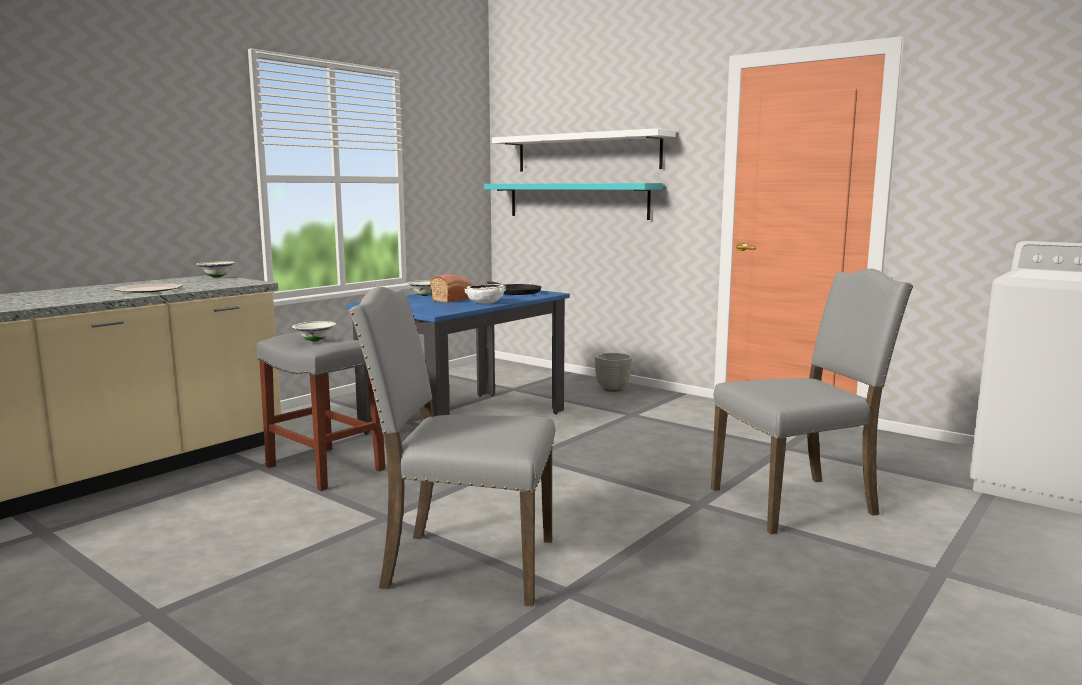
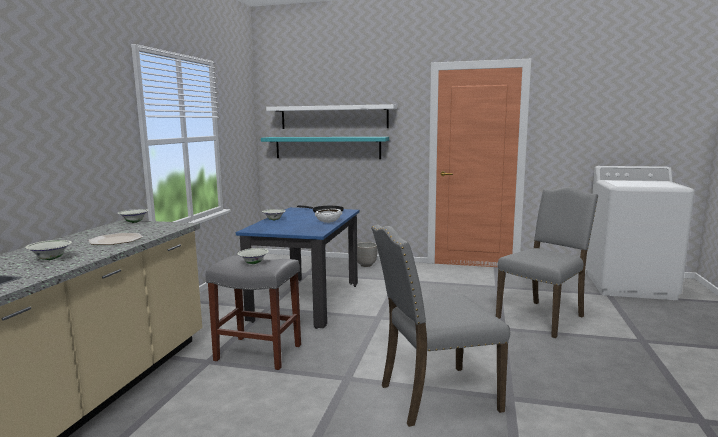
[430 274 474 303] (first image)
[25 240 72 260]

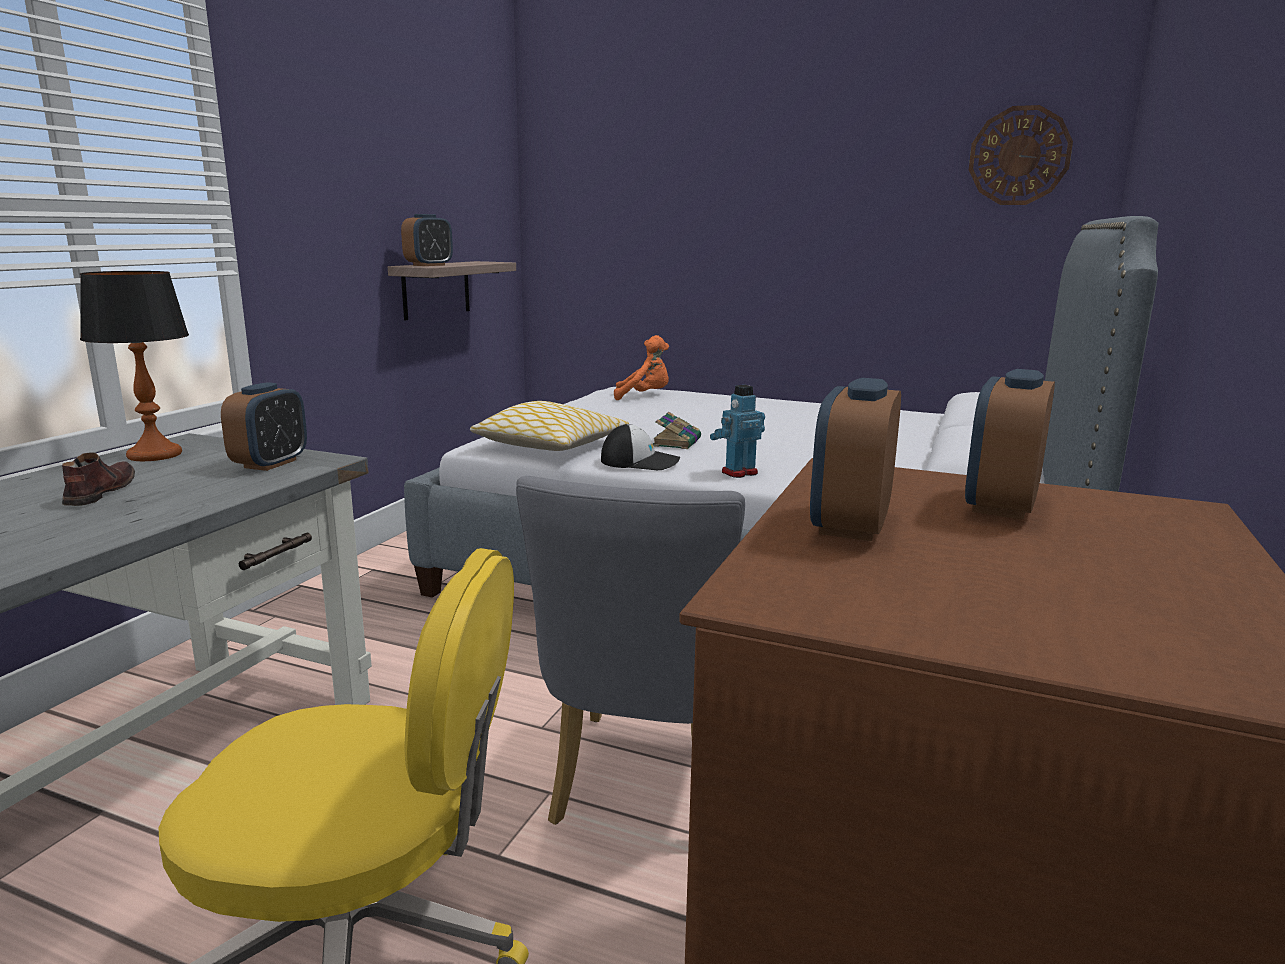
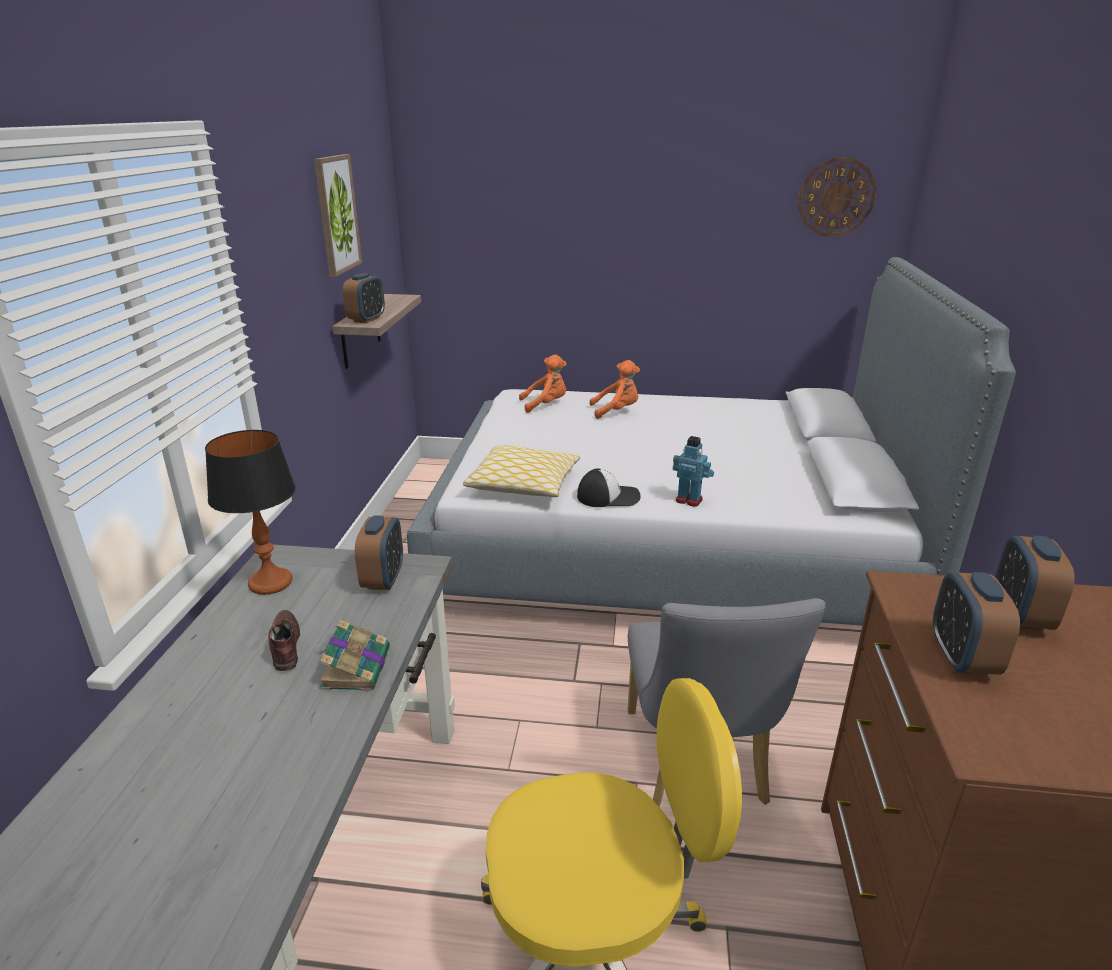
[319 620 390 691]
[673 436 714 507]
[314 154 362 277]
[589 360 640 419]

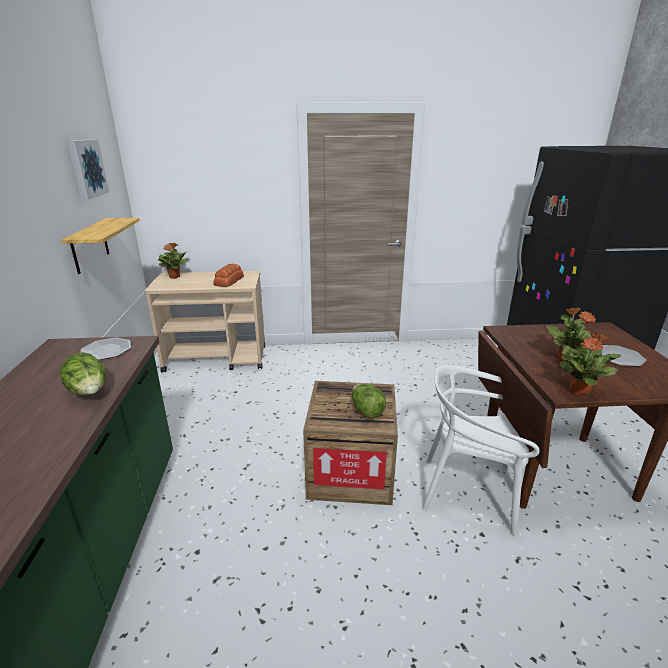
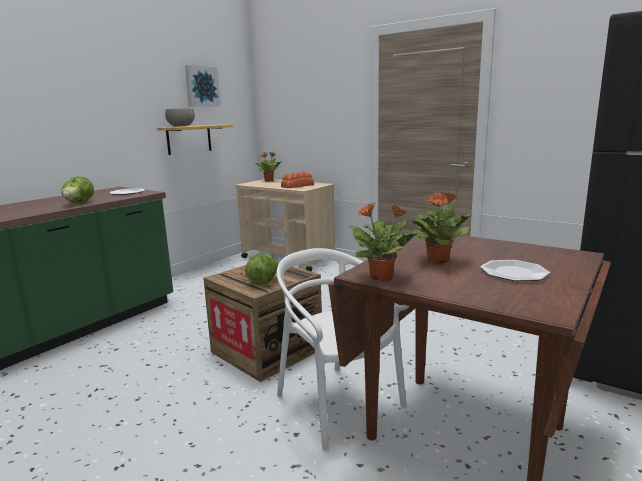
[165 108 195 127]

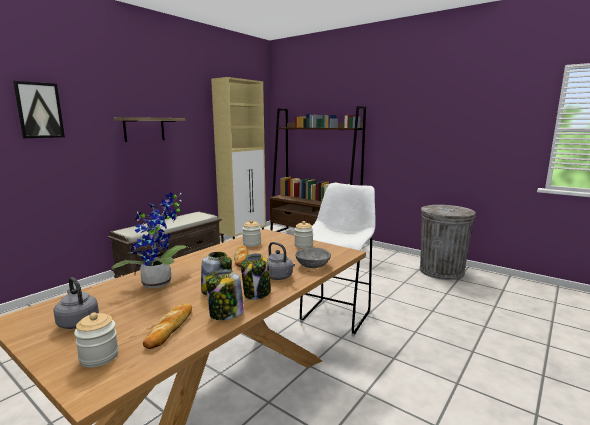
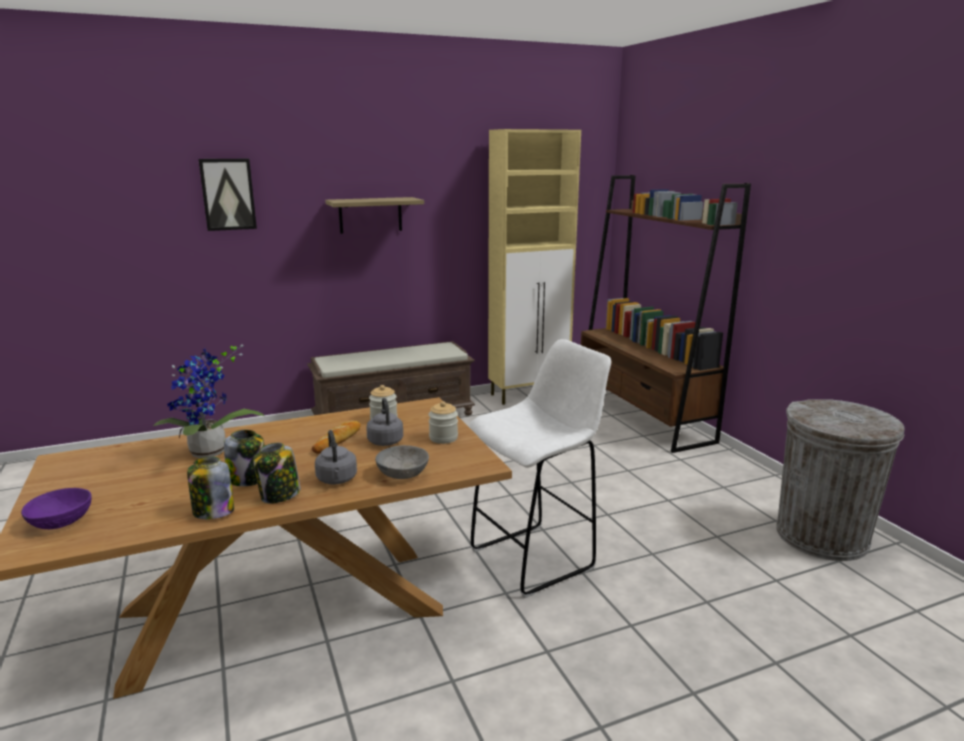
[366 398 403 446]
[21 488 92 529]
[143 303 192 349] (first image)

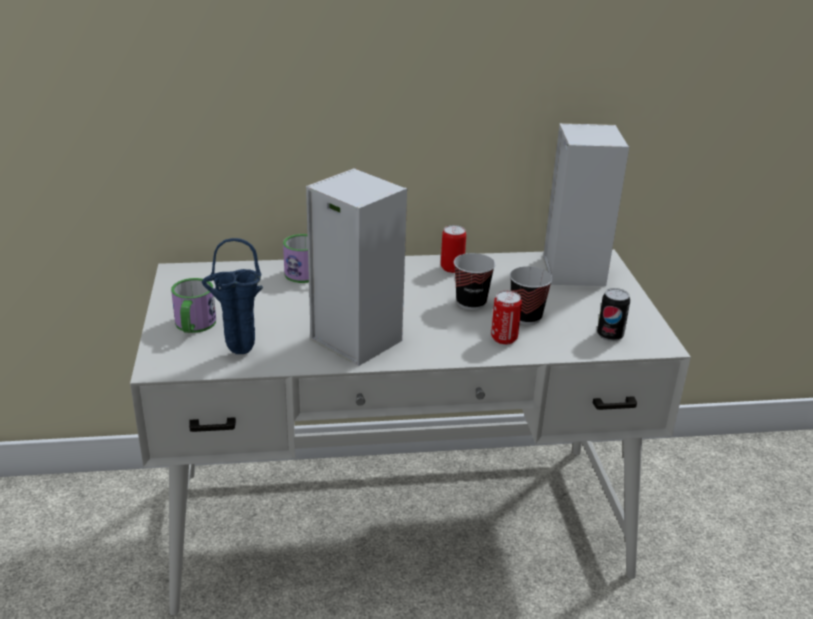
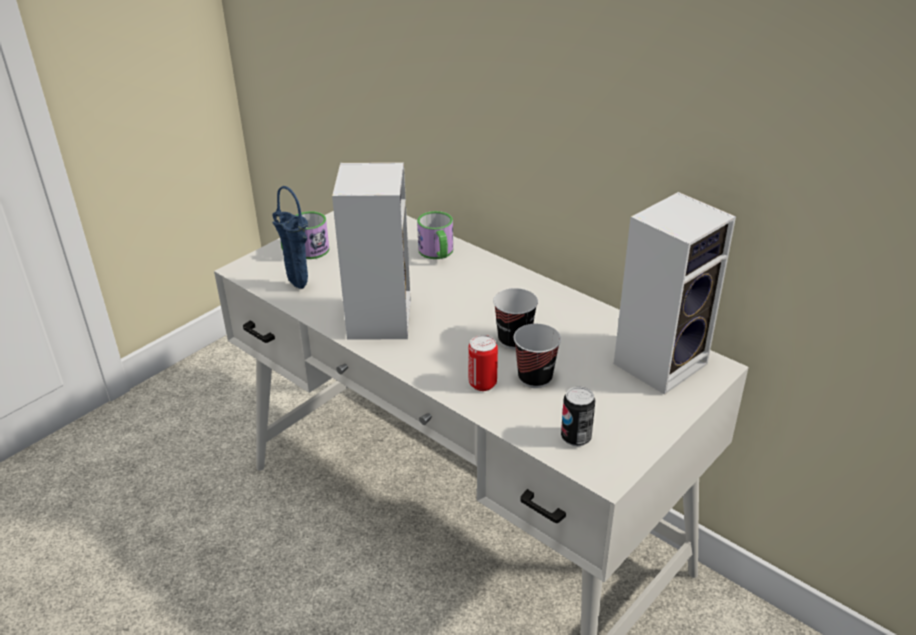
[441 225 466 273] (first image)

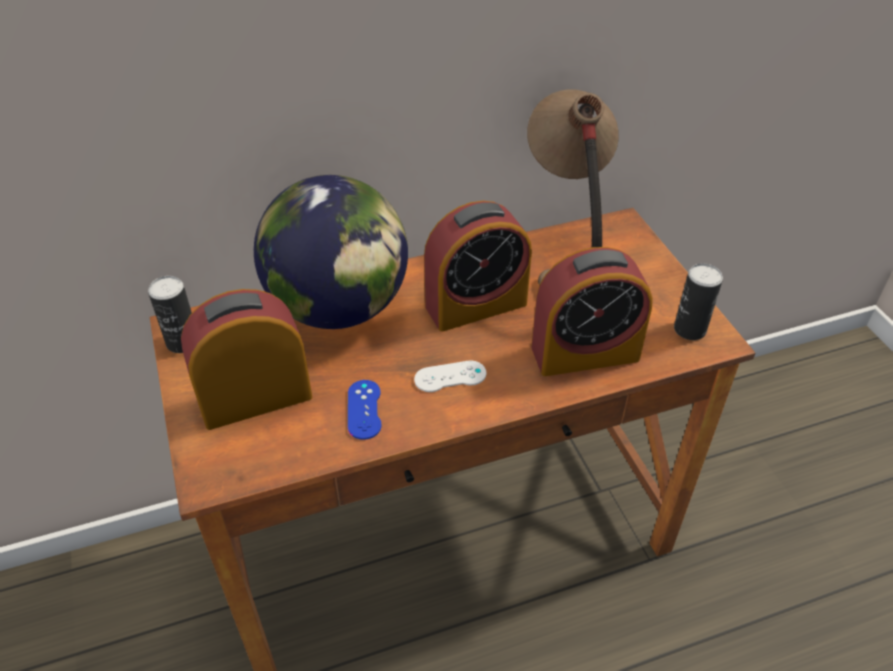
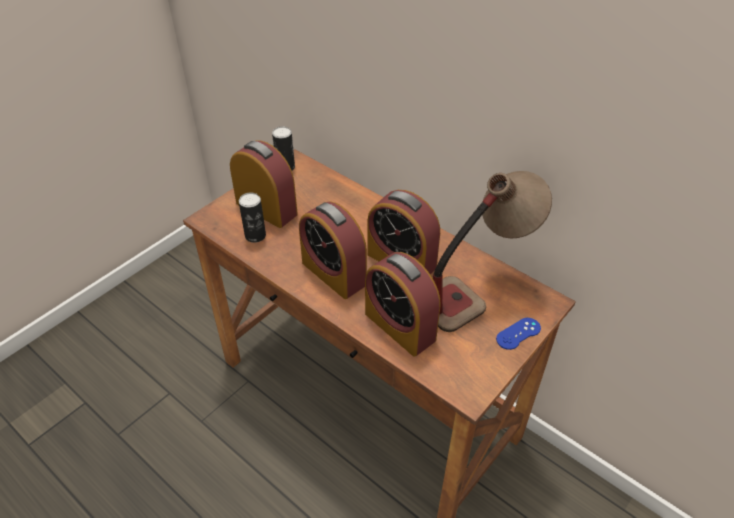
[254 175 408 329] (first image)
[496 318 541 350]
[299 201 367 299]
[239 192 266 243]

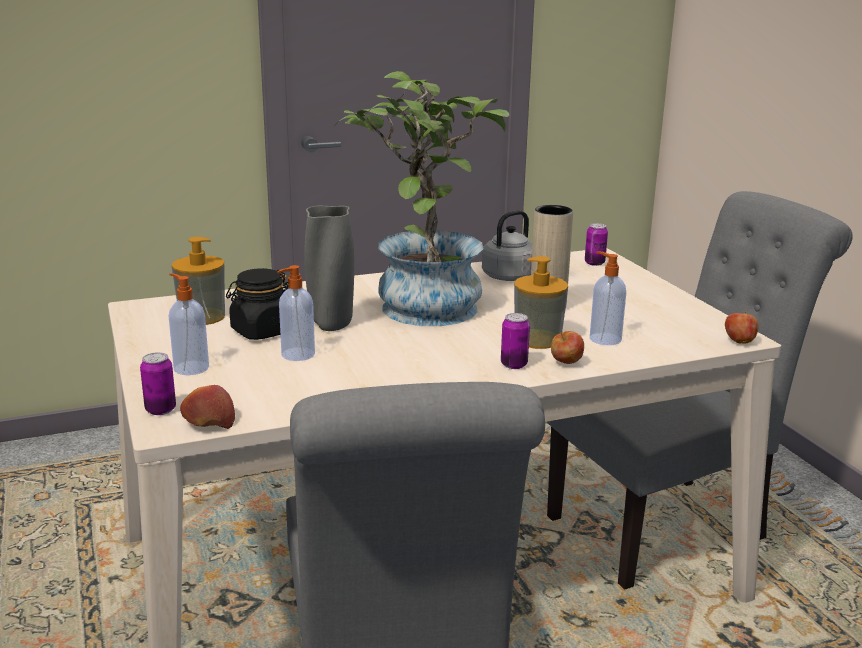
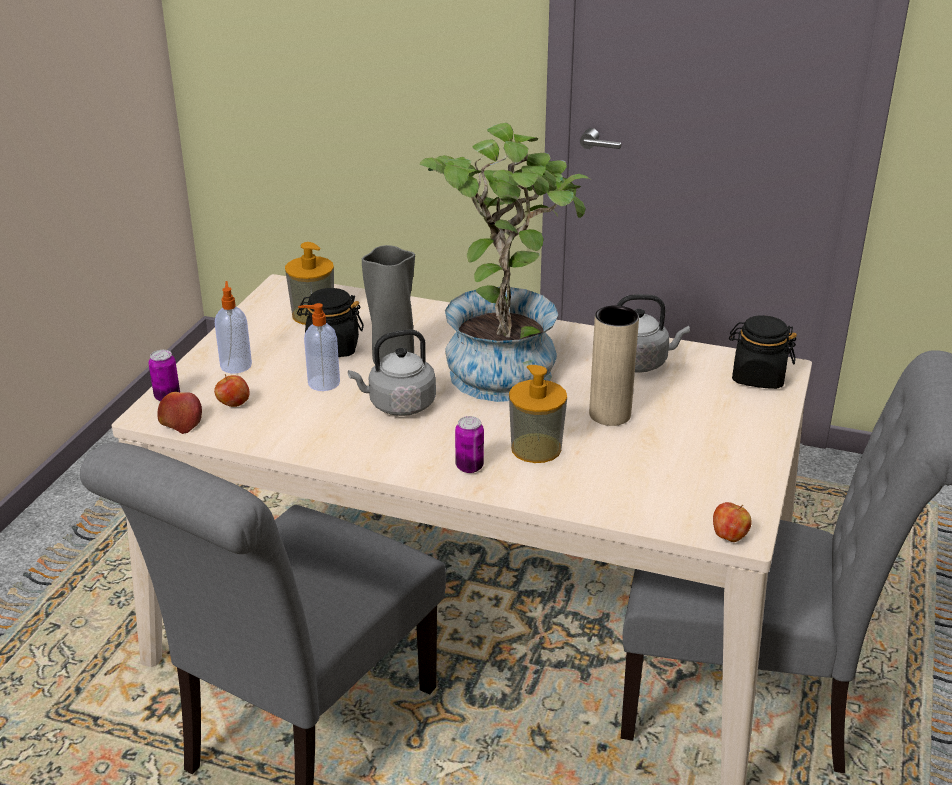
[214 374 250 407]
[729 315 797 389]
[590 251 626 345] (first image)
[348 330 436 416]

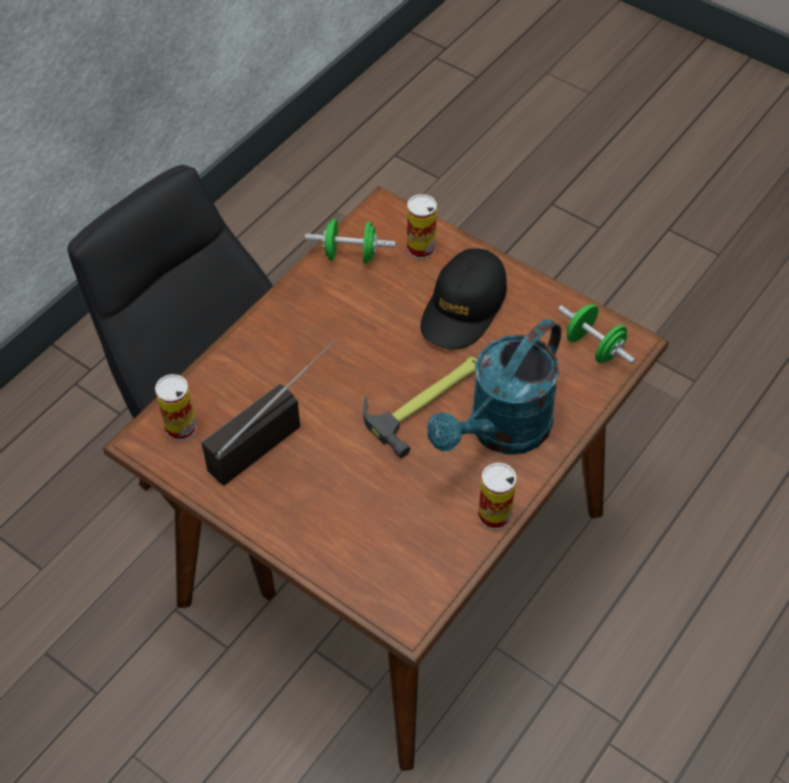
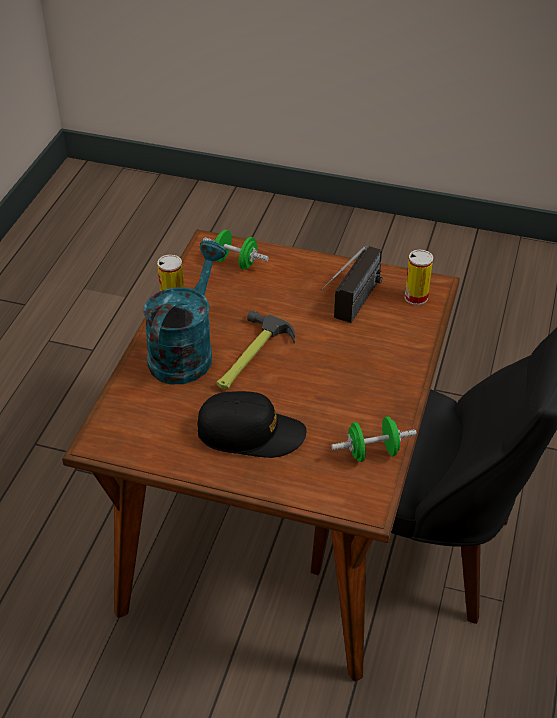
[407 194 437 259] (first image)
[197 391 306 458]
[203 230 269 270]

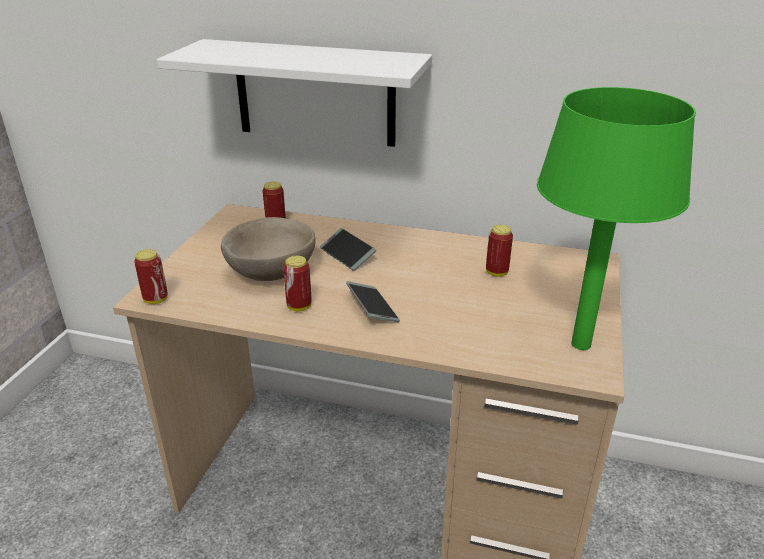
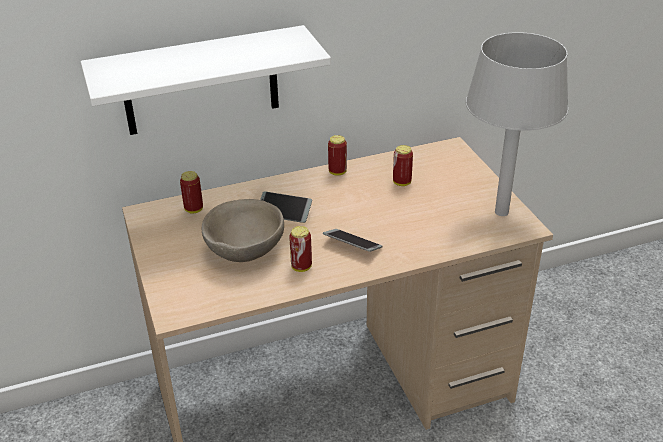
[328 135 347 176]
[466 32 568 216]

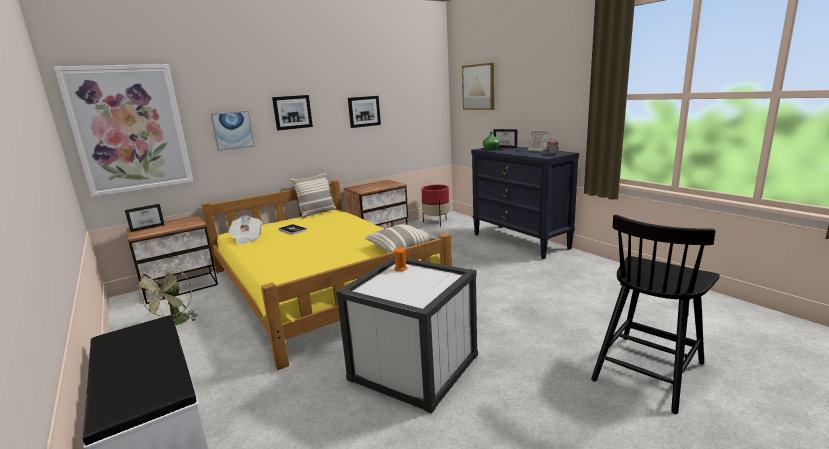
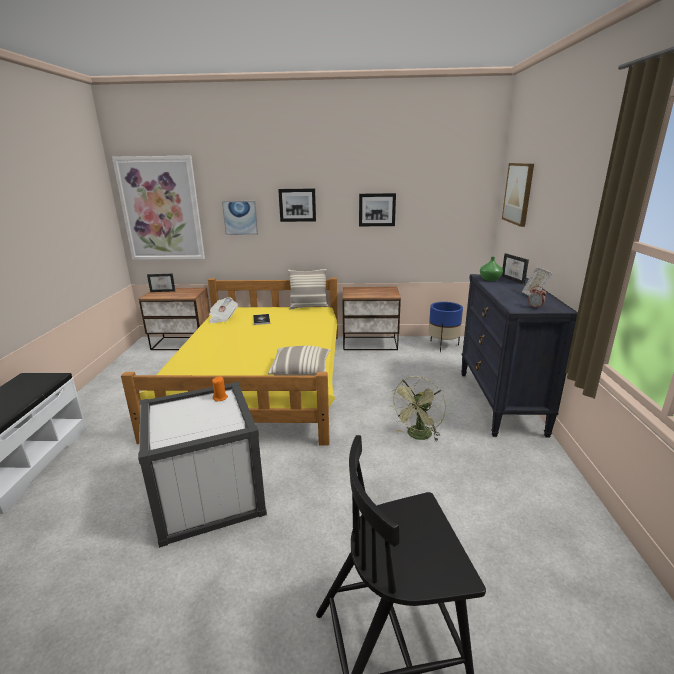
[392 376 446 441]
[428 302 463 352]

